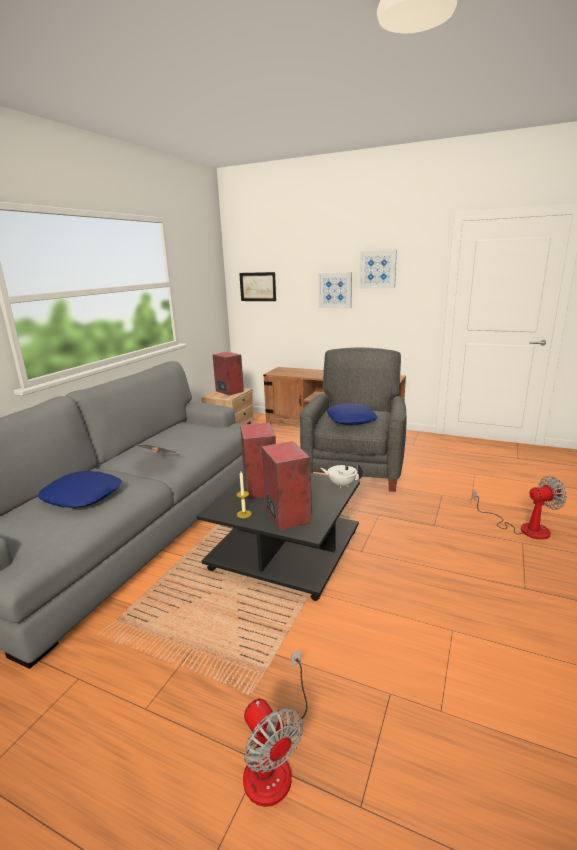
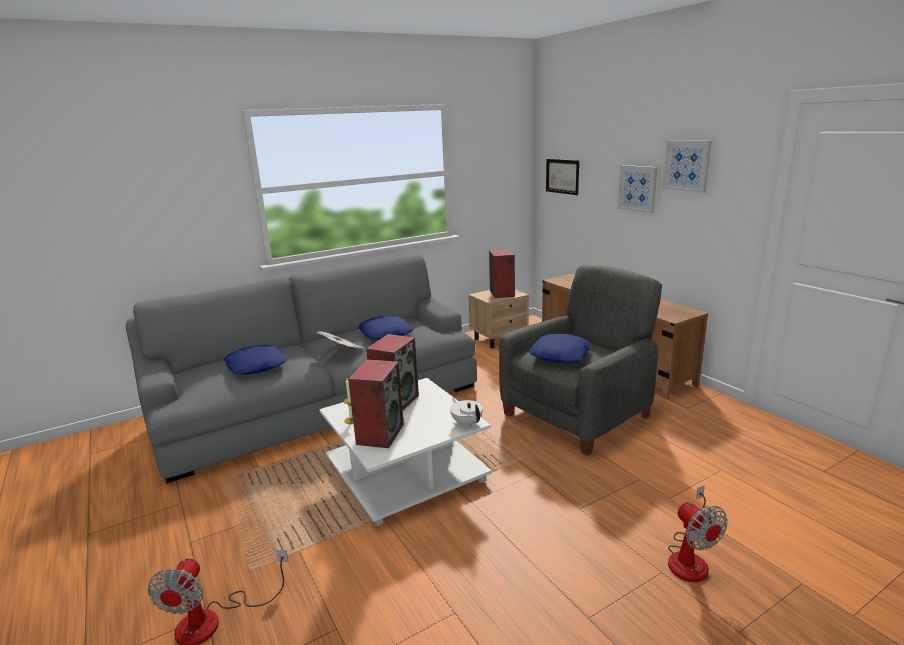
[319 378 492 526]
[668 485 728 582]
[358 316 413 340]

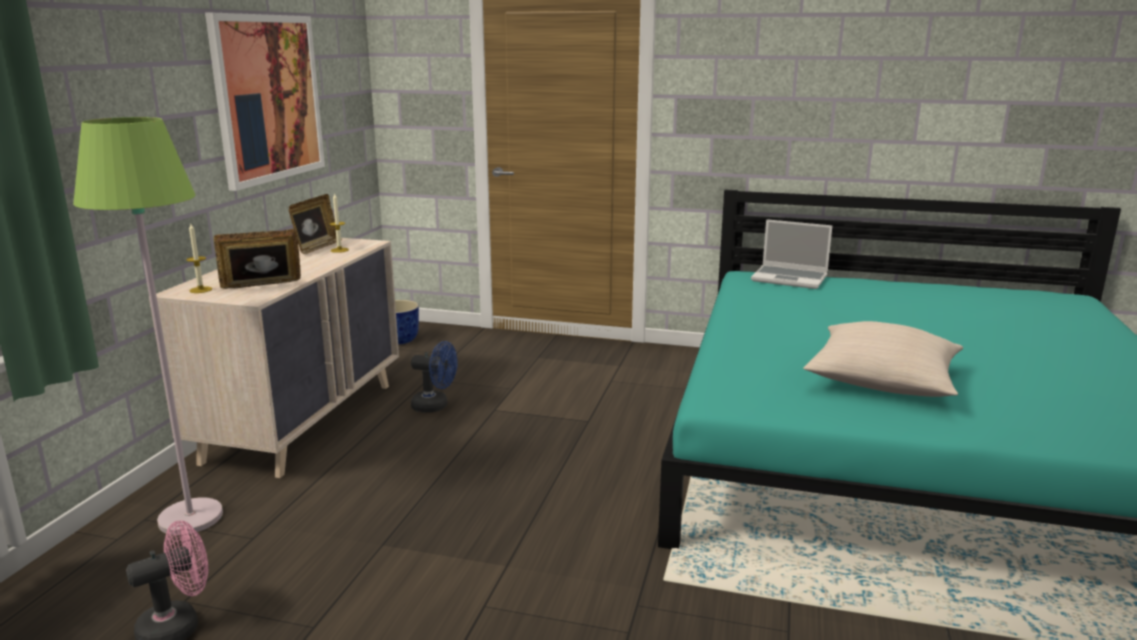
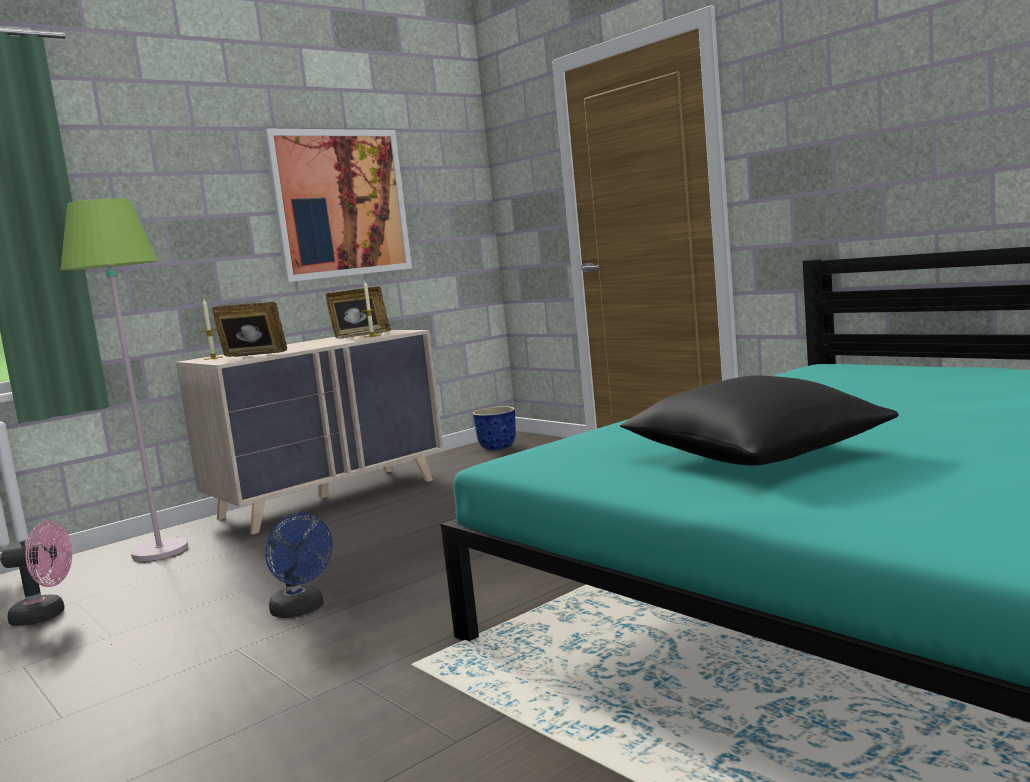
[265 513 333 618]
[751 219 832 289] (first image)
[620 376 899 465]

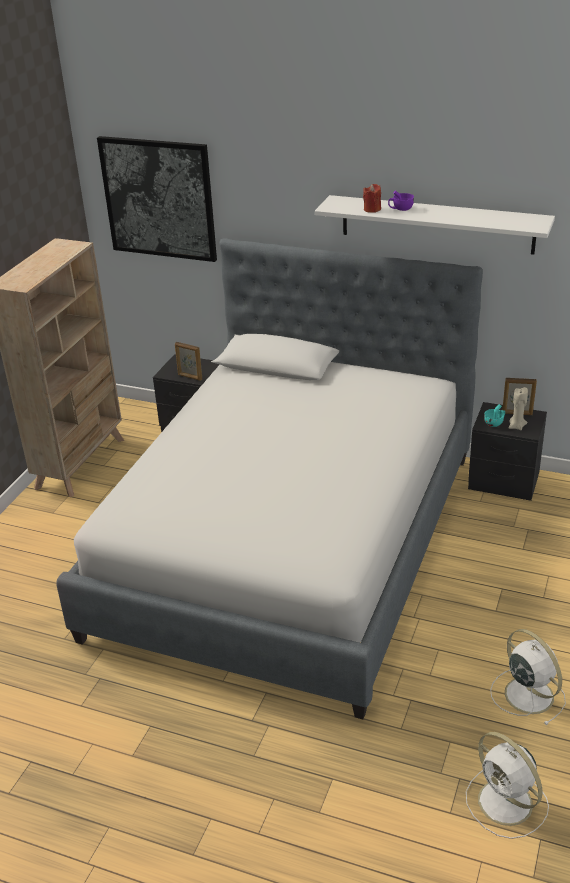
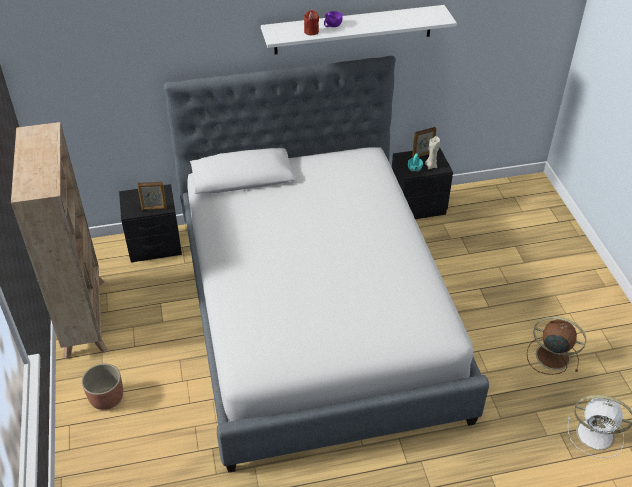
[97 136 217 262] (first image)
[527 316 586 375]
[82 364 123 410]

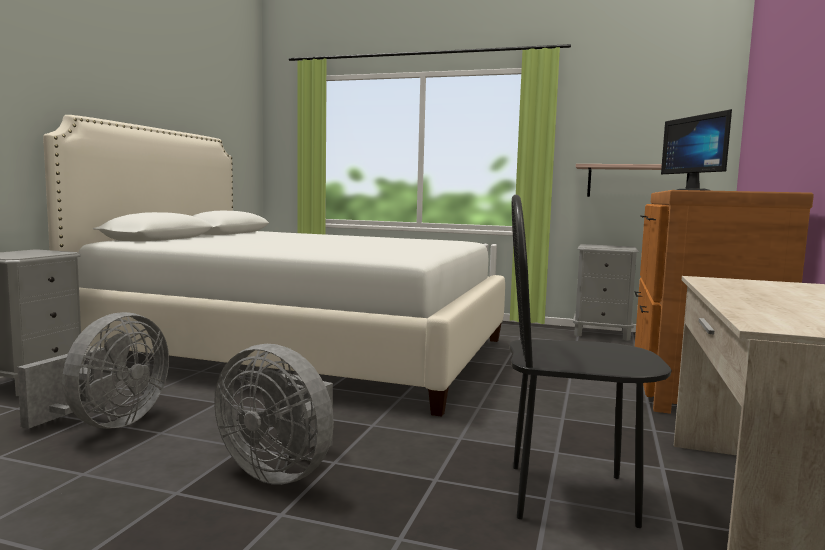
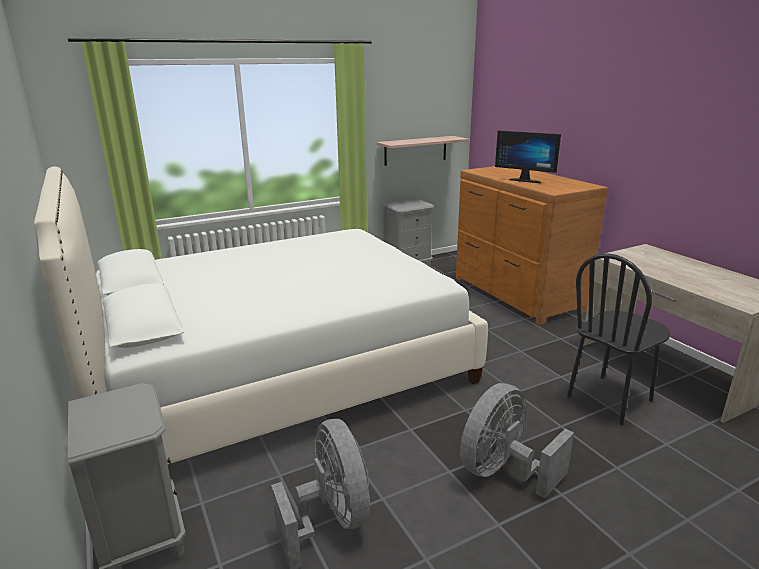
[460 383 574 499]

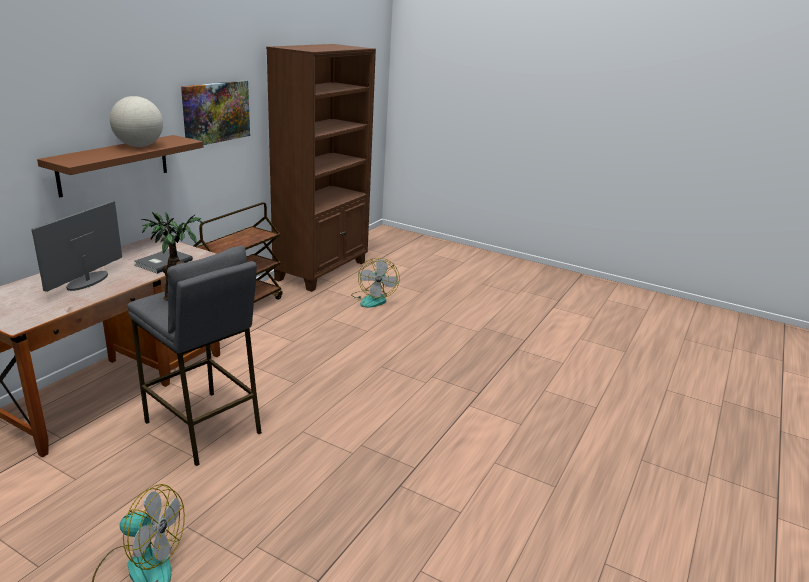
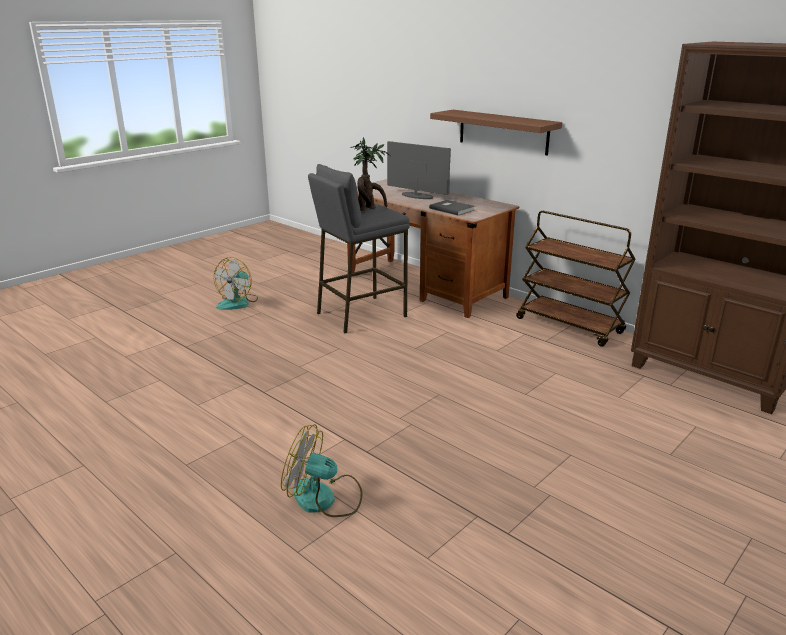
[110 96 163 147] (first image)
[181 80 250 145] (first image)
[281 424 362 517]

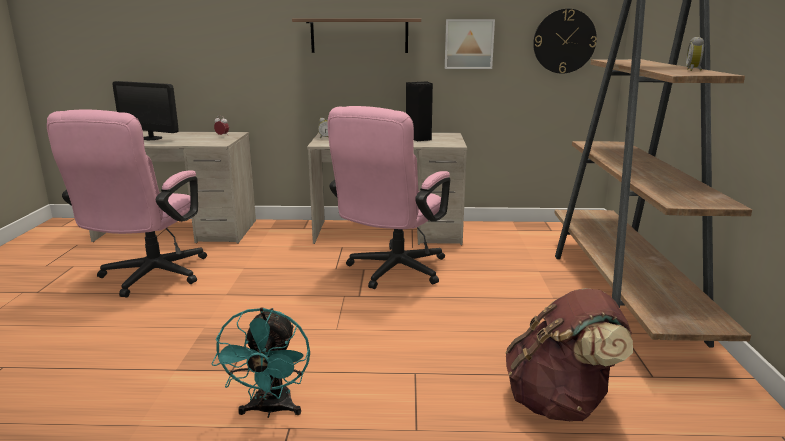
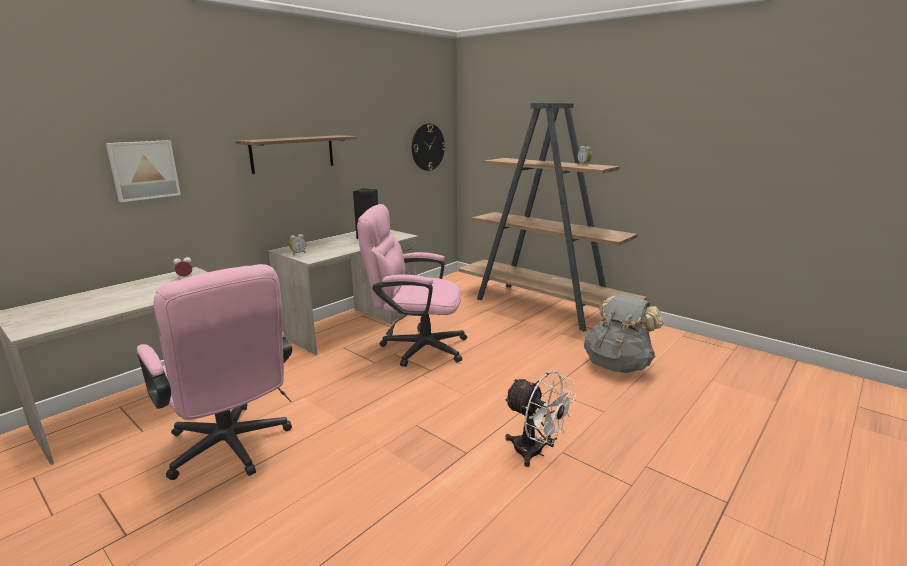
[113 81 179 140] (first image)
[504 371 576 467]
[357 204 467 367]
[106 140 181 202]
[584 294 664 373]

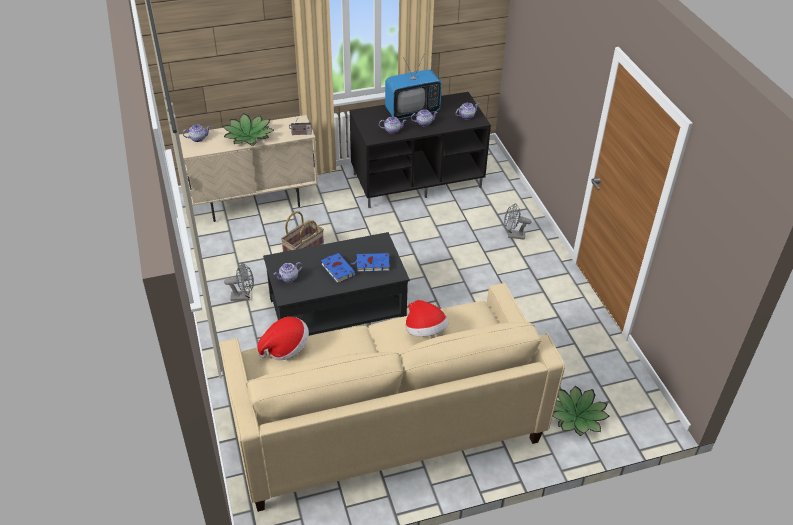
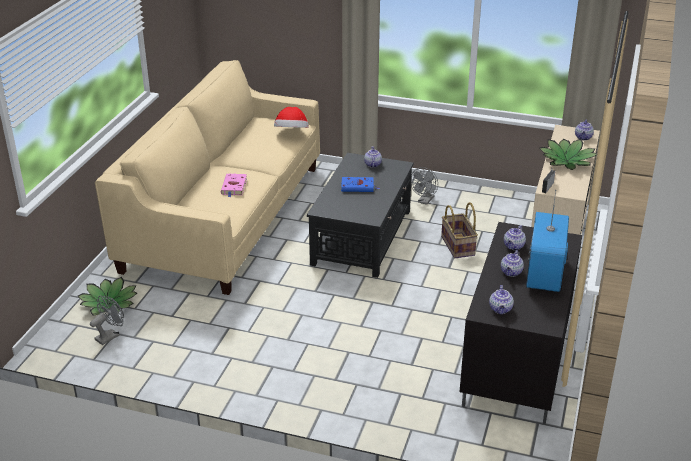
[350 253 390 272] (first image)
[221 173 247 197]
[90 296 124 345]

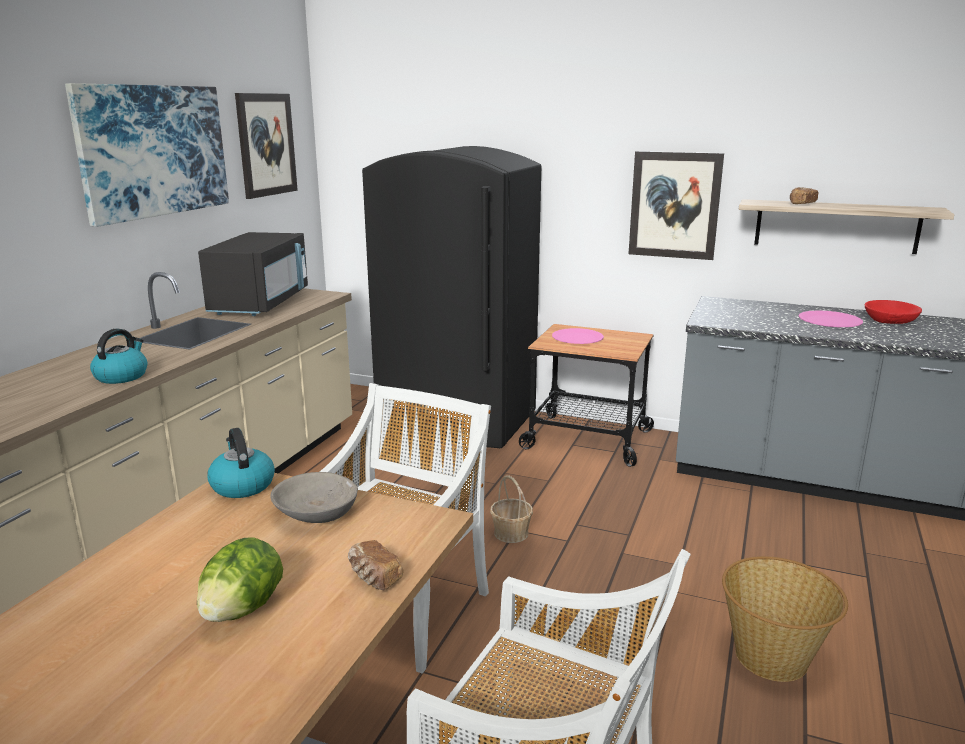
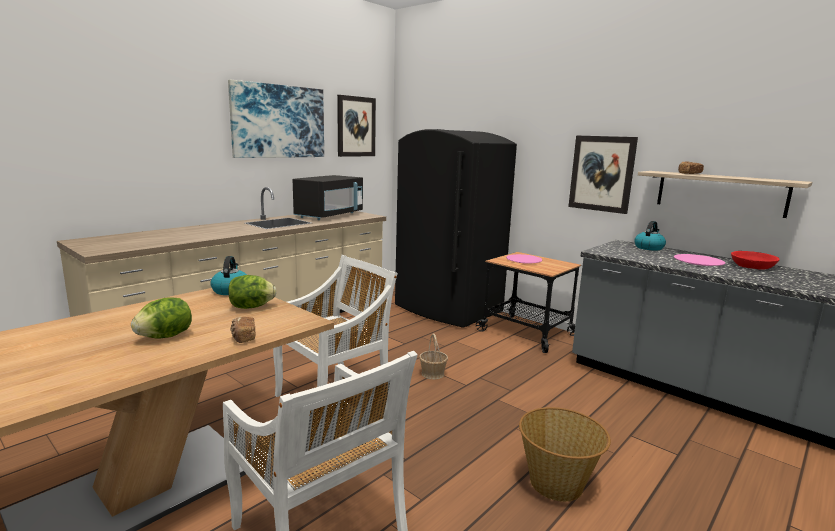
[634 221 666 251]
[228 275 277 309]

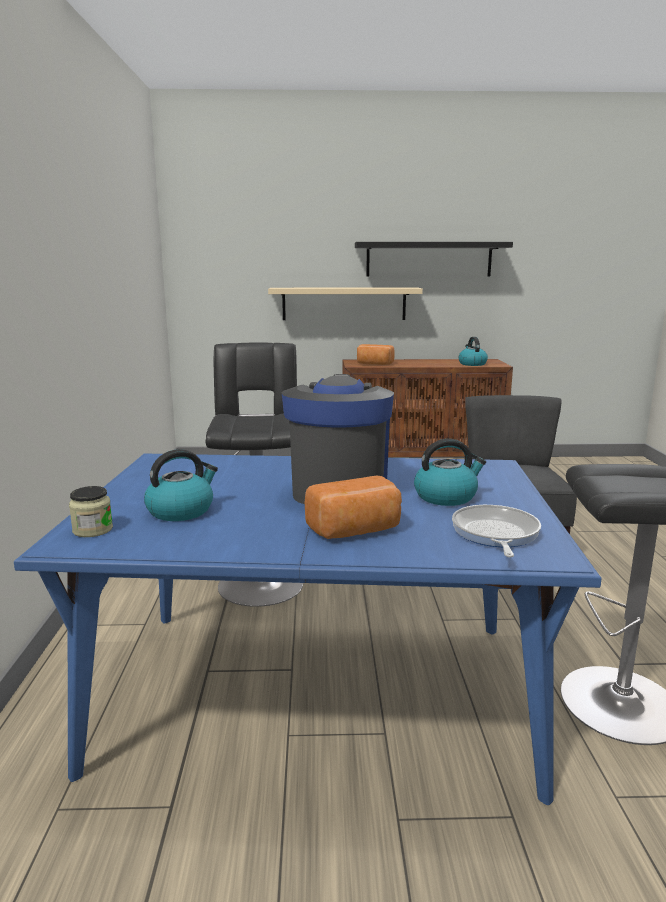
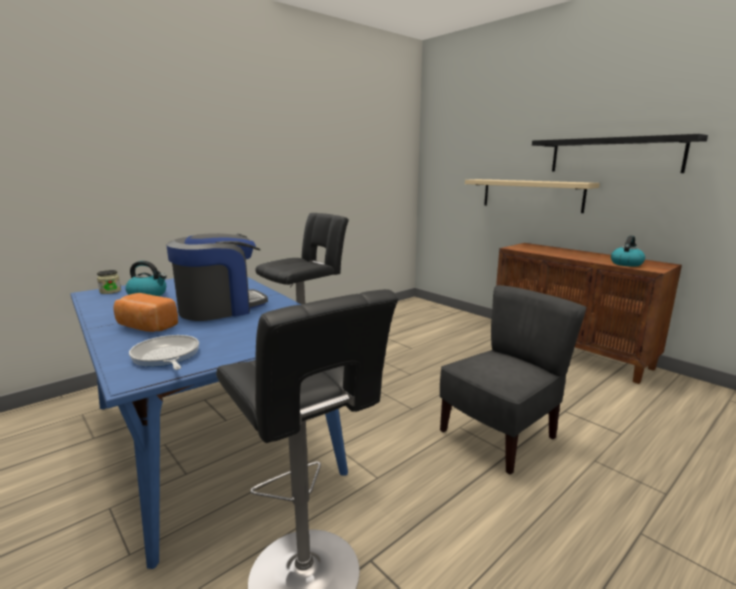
[357 344 395 365] (first image)
[414 439 486 506] (first image)
[129 335 199 370]

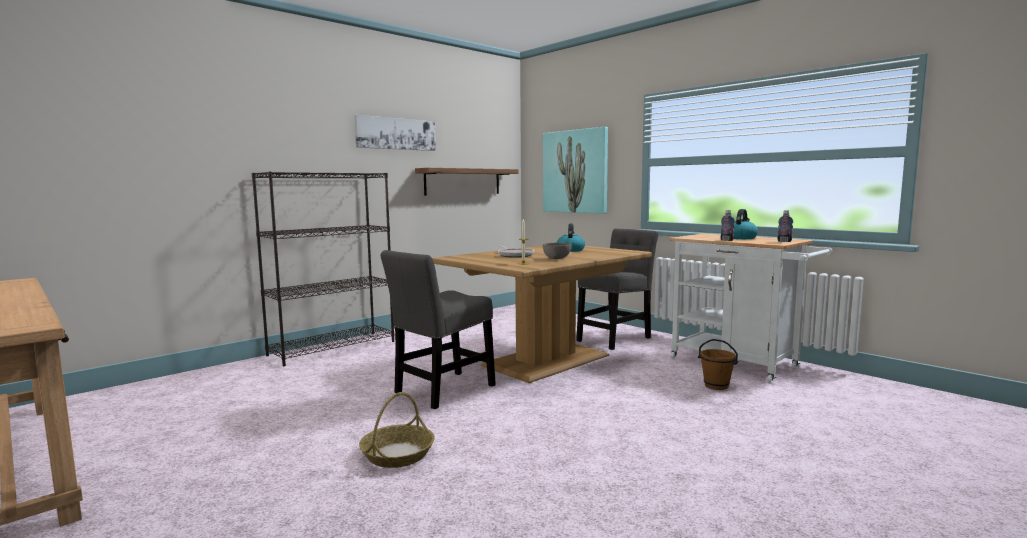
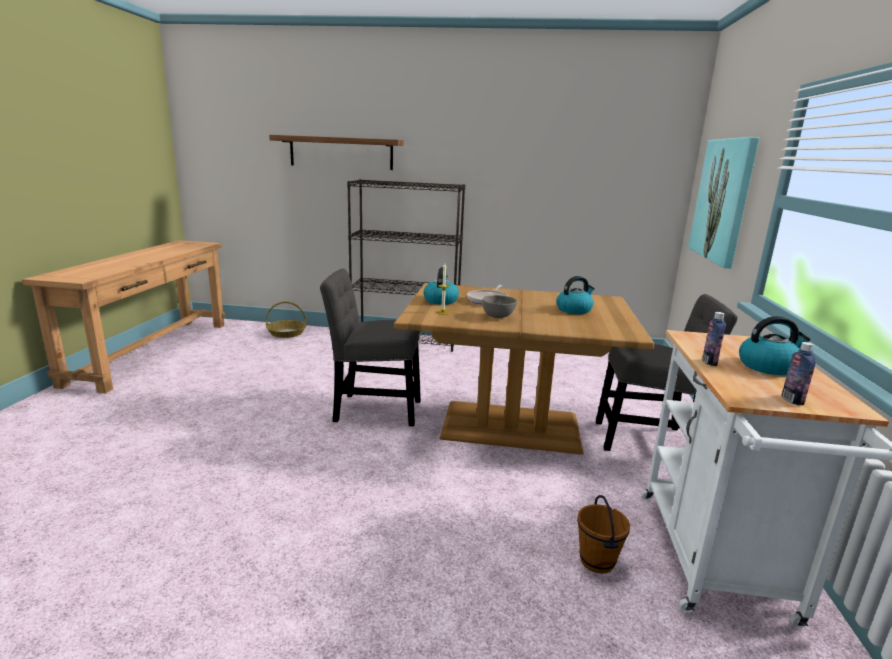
[354 115 436 151] (first image)
[266 301 306 338]
[269 135 404 170]
[423 267 459 305]

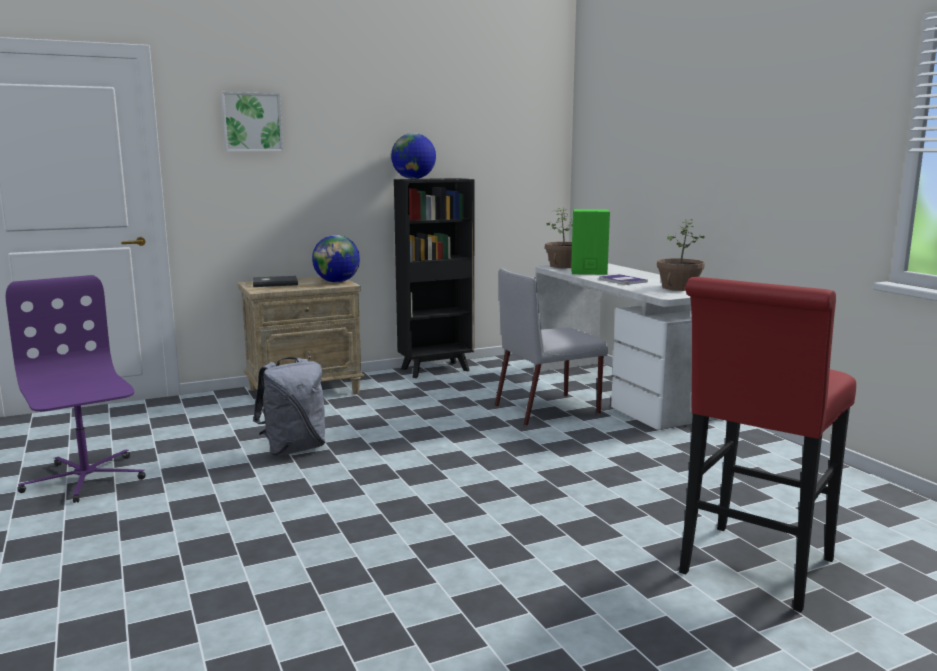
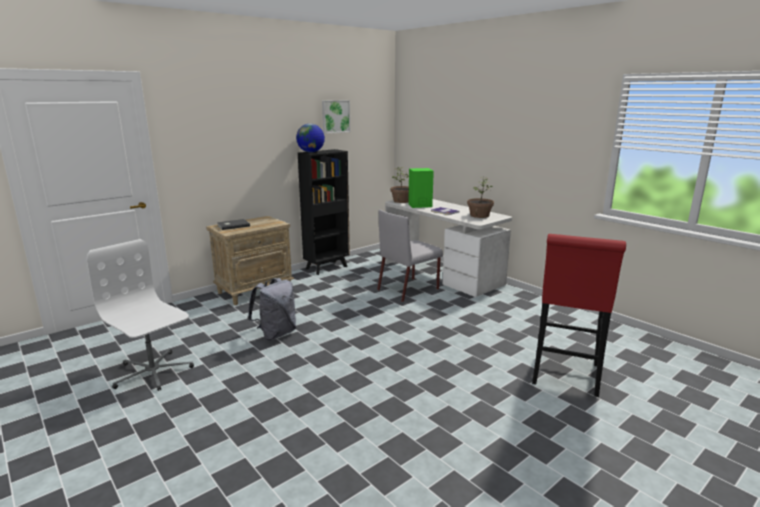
[87 239 194 391]
[322 100 350 134]
[312 235 360 283] (first image)

